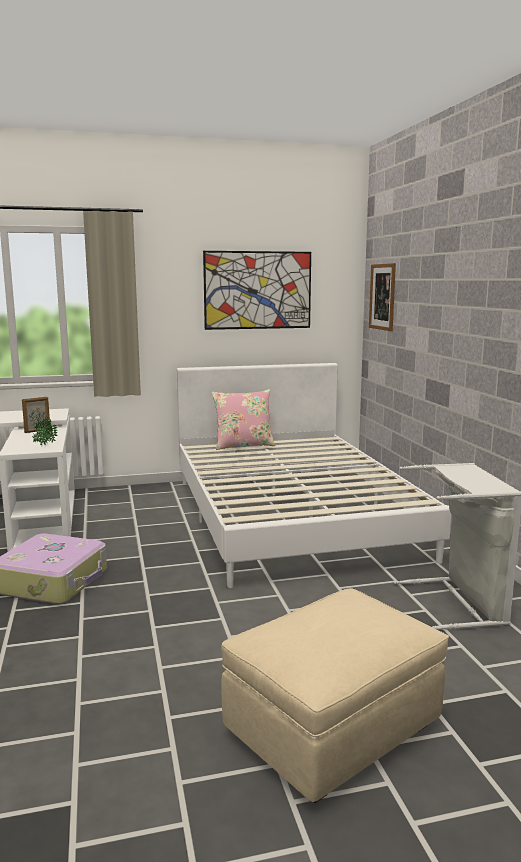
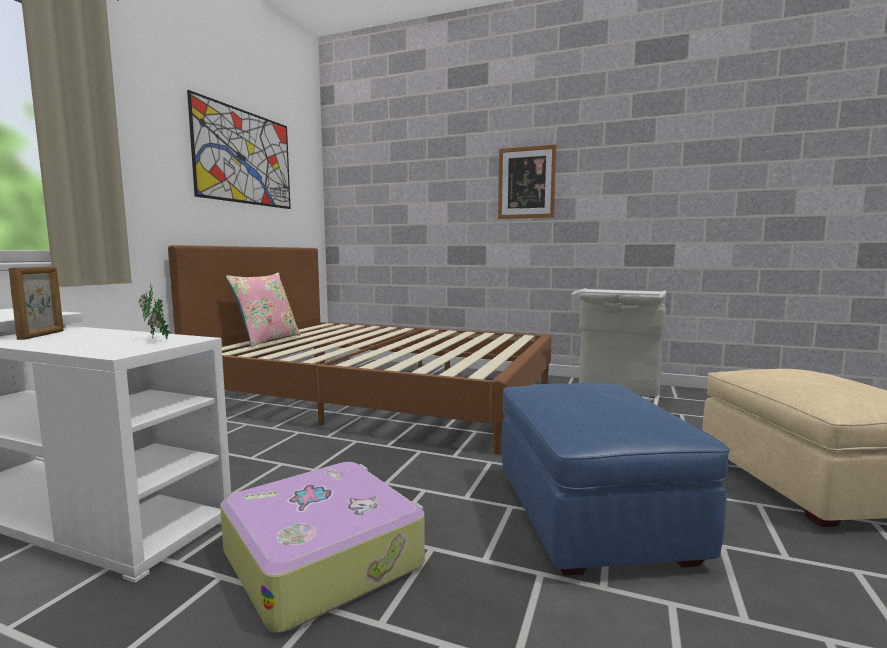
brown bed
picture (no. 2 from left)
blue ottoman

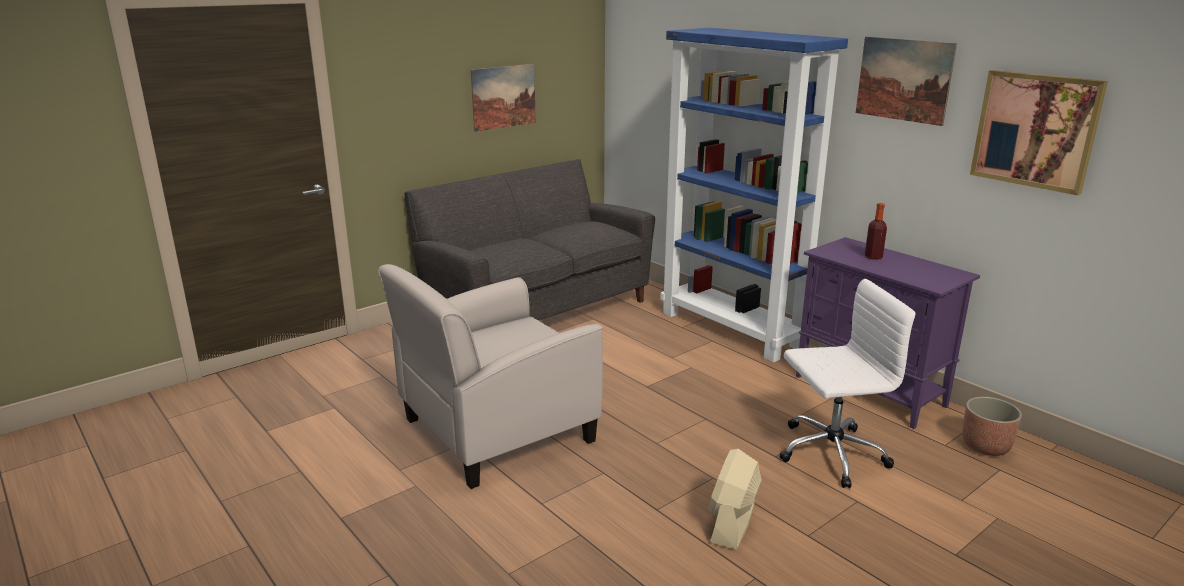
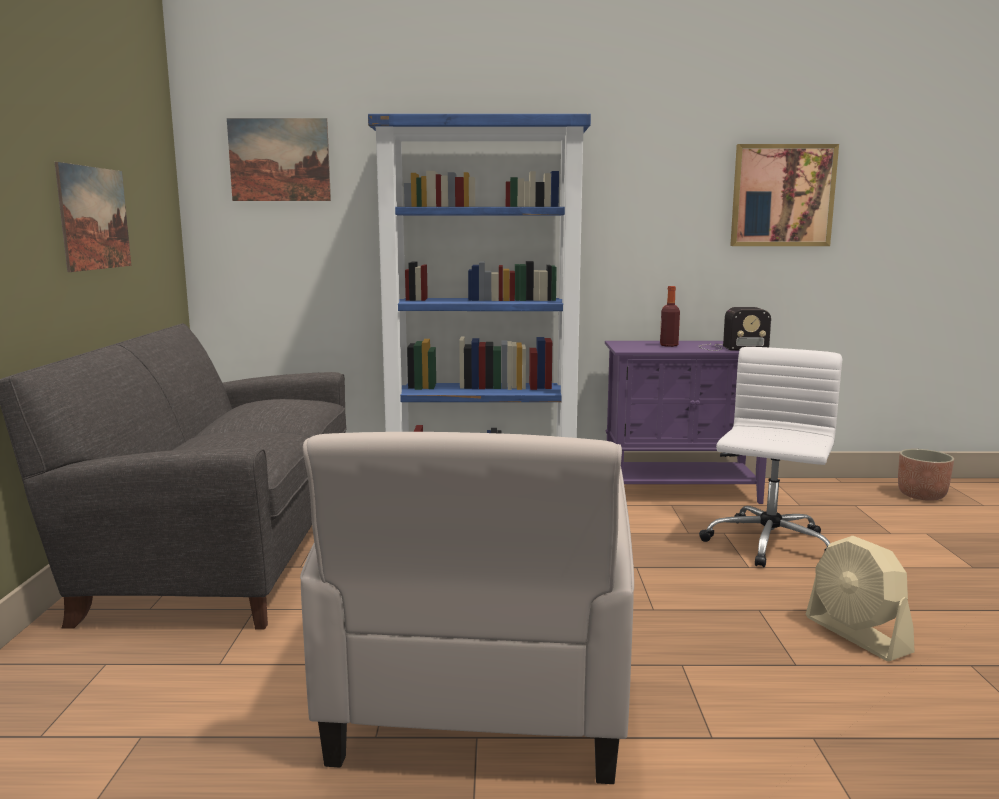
picture (no. 2 from left)
planter
radio

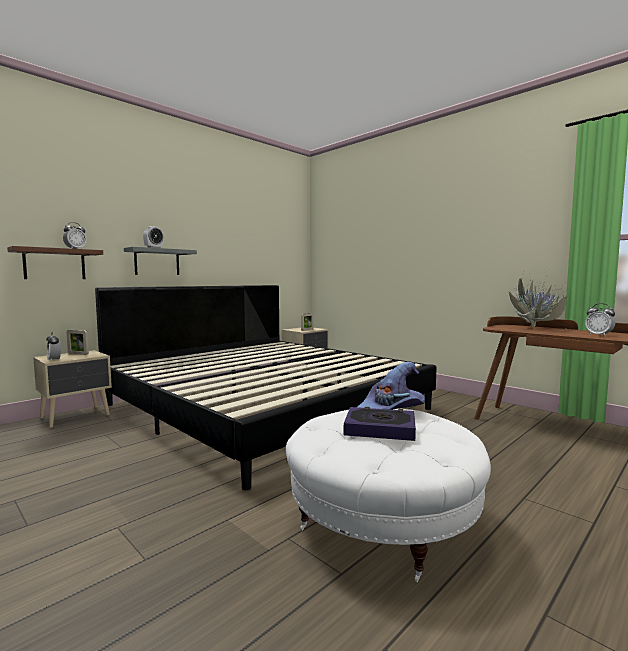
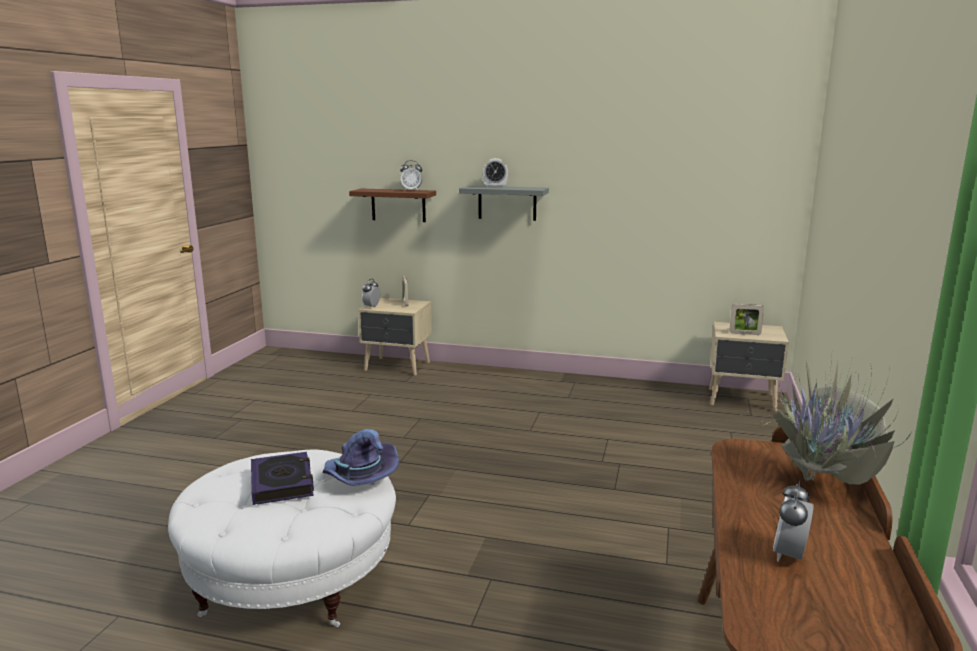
bed

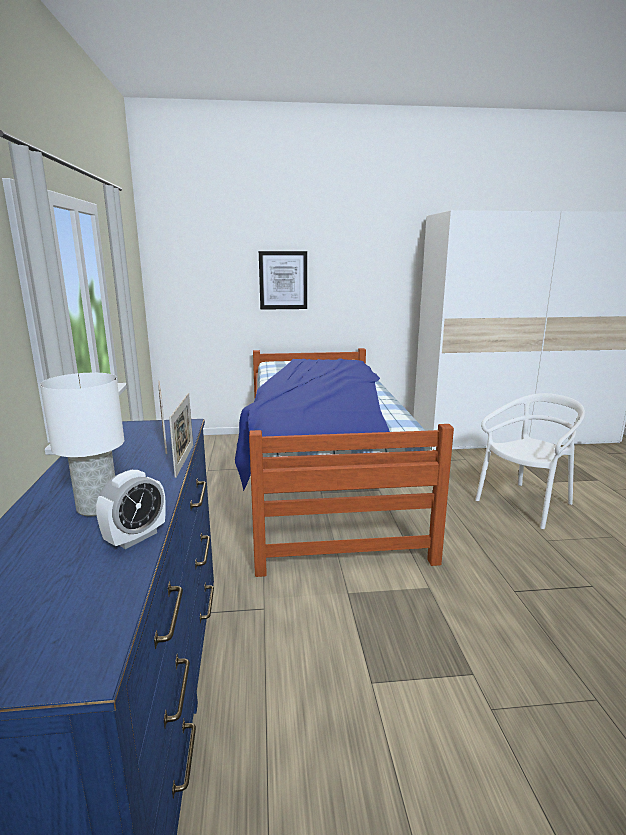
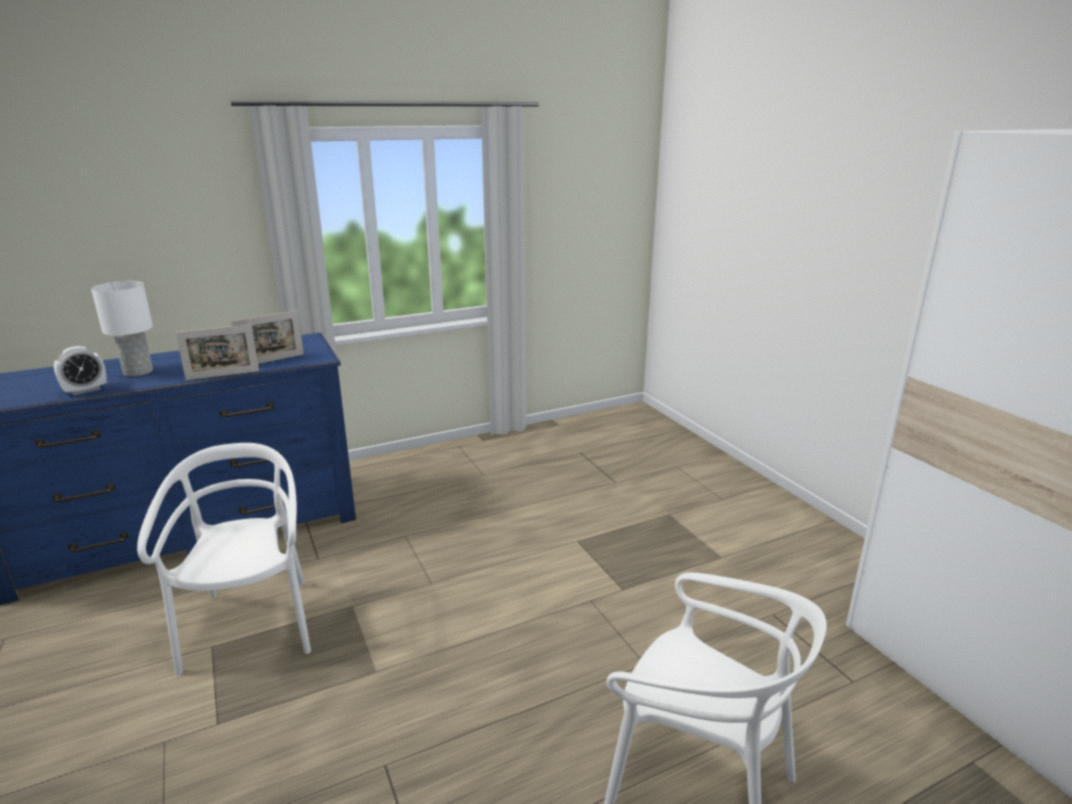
alarm clock
bed
picture
white chair (no. 1 from left)

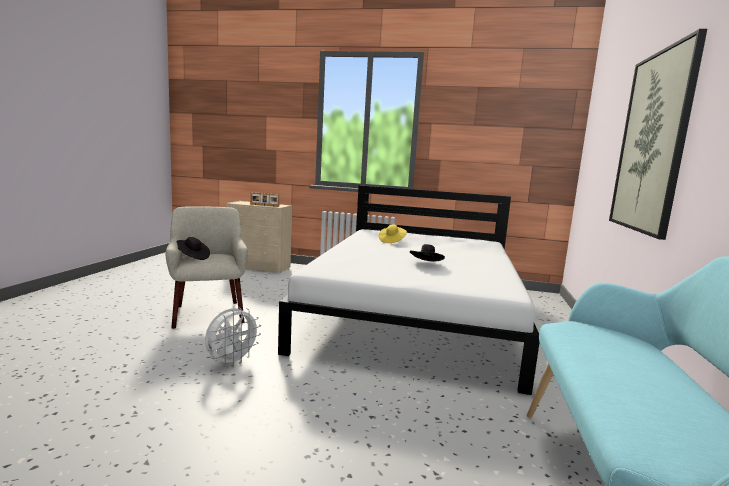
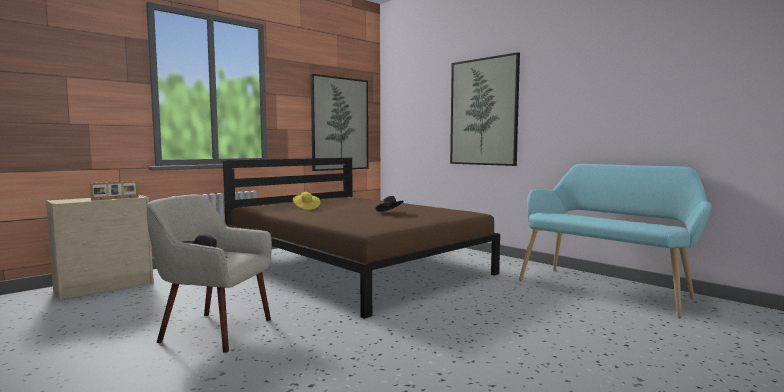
white fan
brown bed
picture (no. 1 from left)

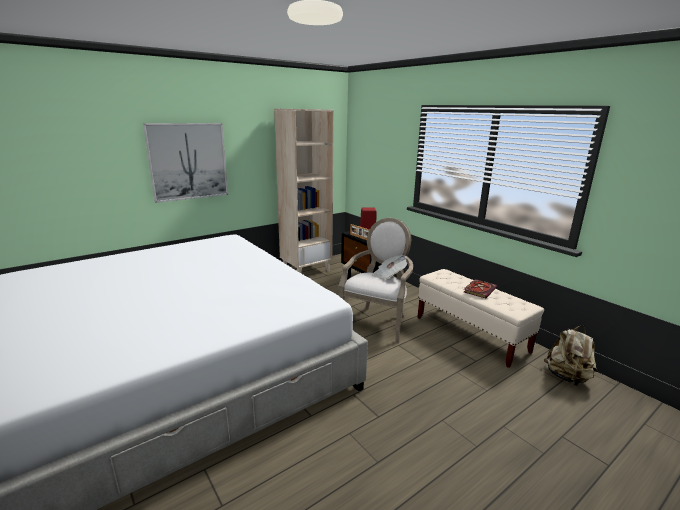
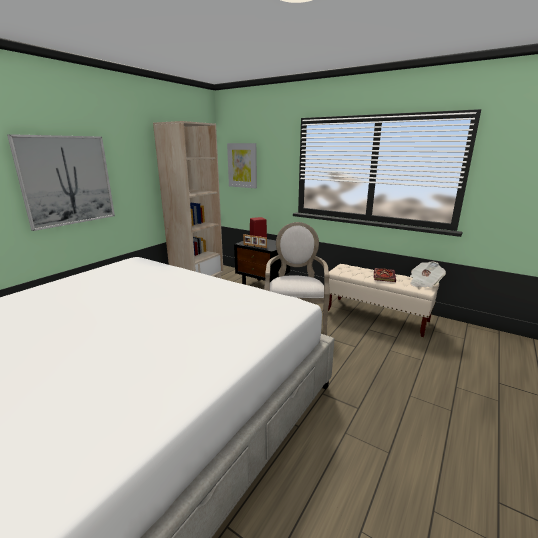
newspaper
beige backpack
picture (no. 2 from left)

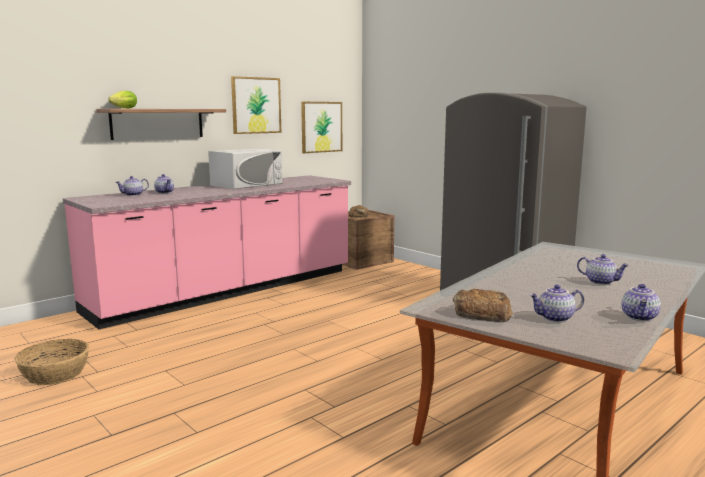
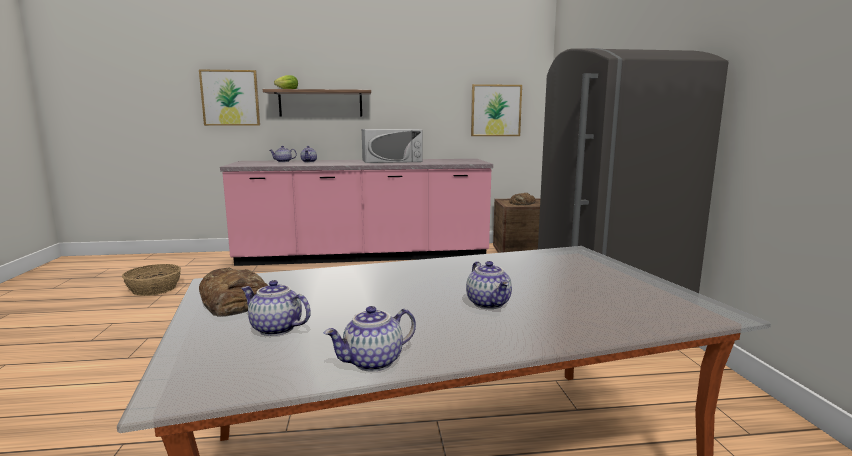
picture (no. 1 from left)

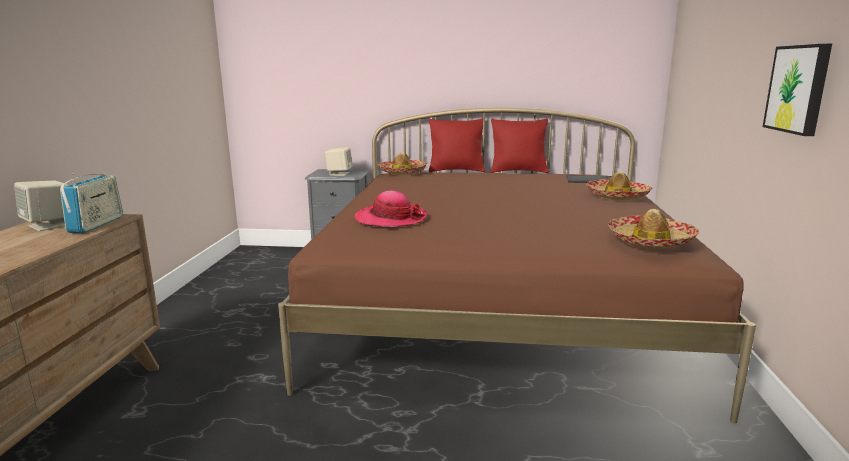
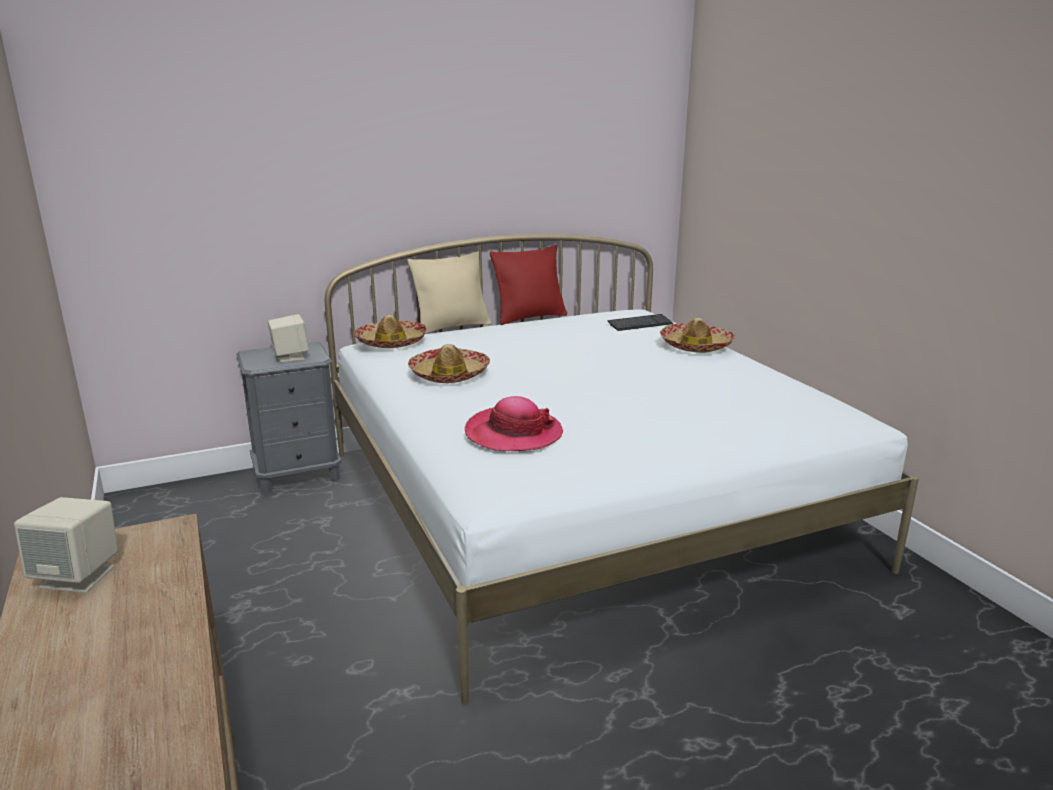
radio
white bed
beige pillow
hat (no. 2 from left)
picture

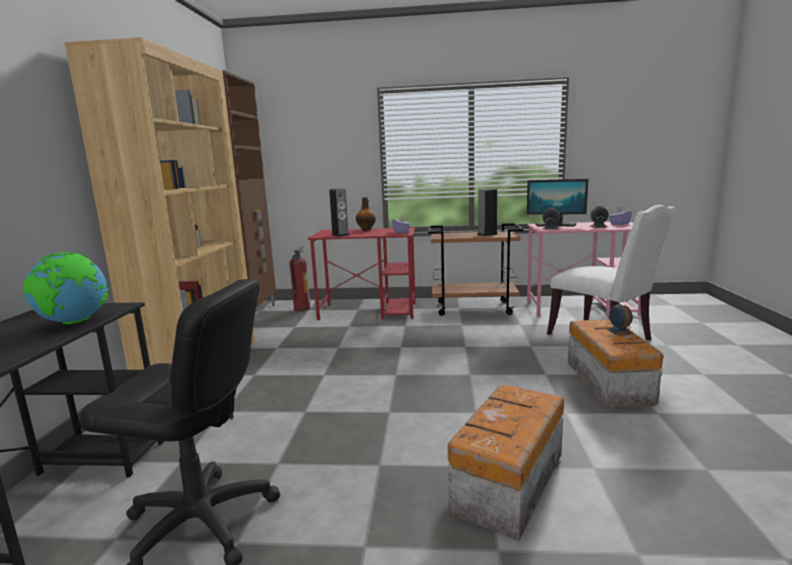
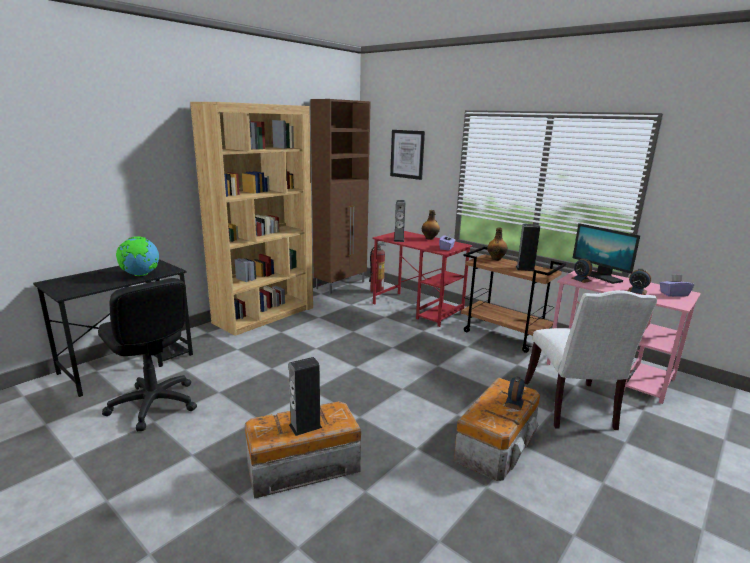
speaker (no. 1 from left)
picture
bottle (no. 2 from left)

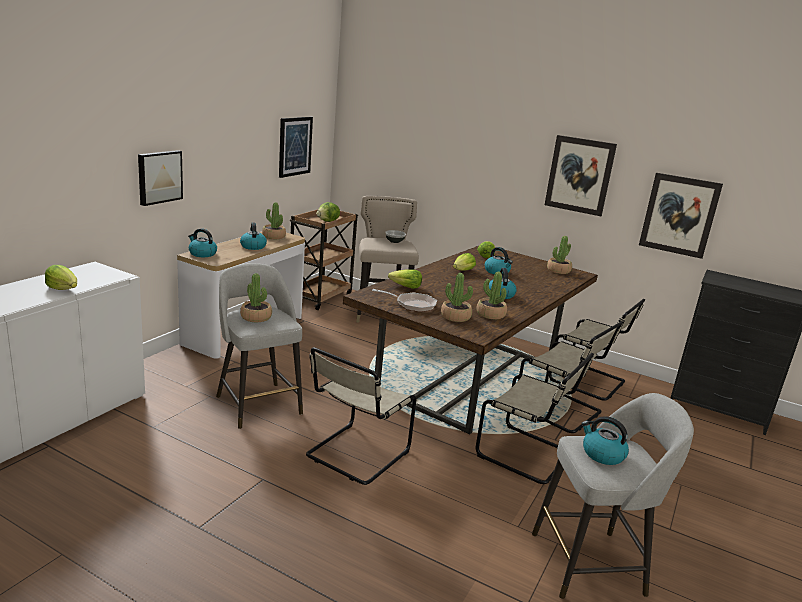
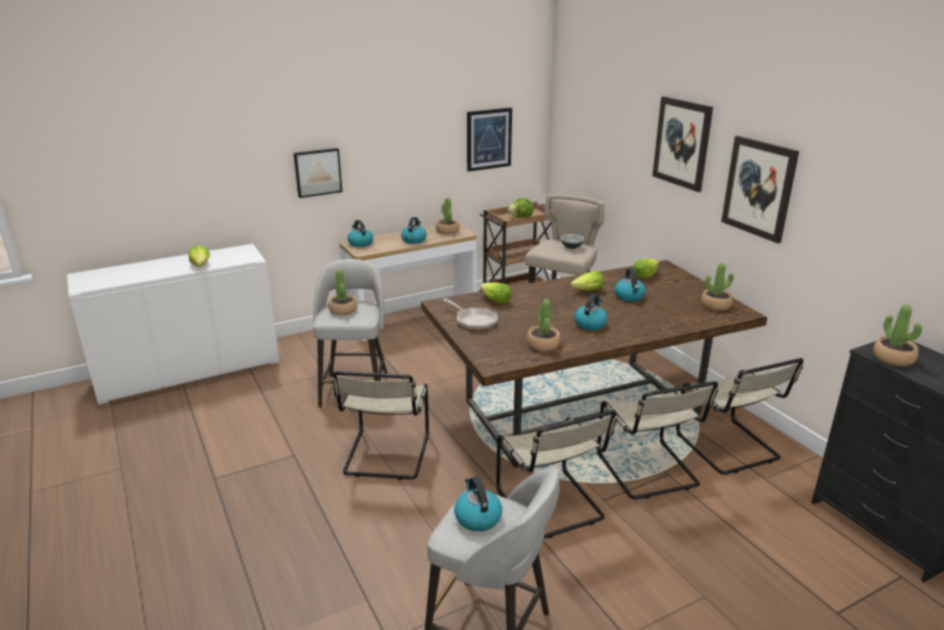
beige chair (no. 1 from left)
potted plant (no. 5 from left)
picture (no. 3 from left)

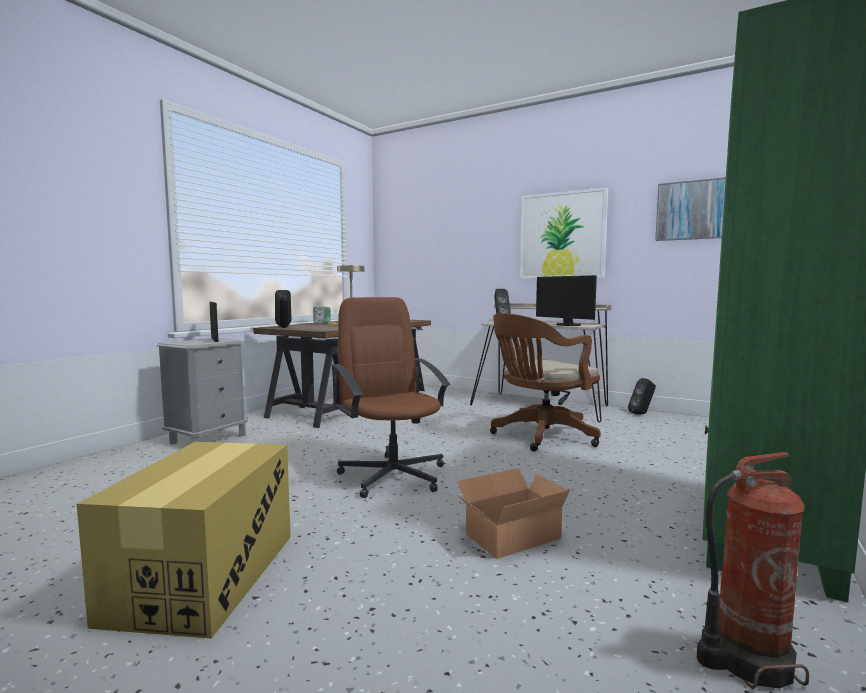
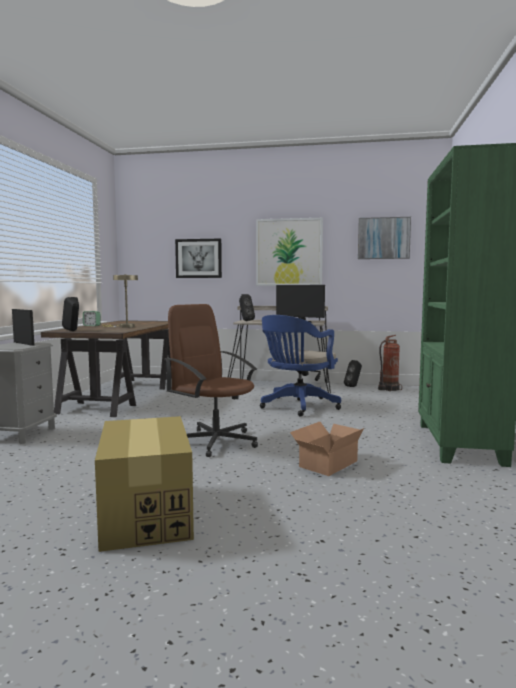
blue office chair
fire extinguisher
picture (no. 1 from left)

